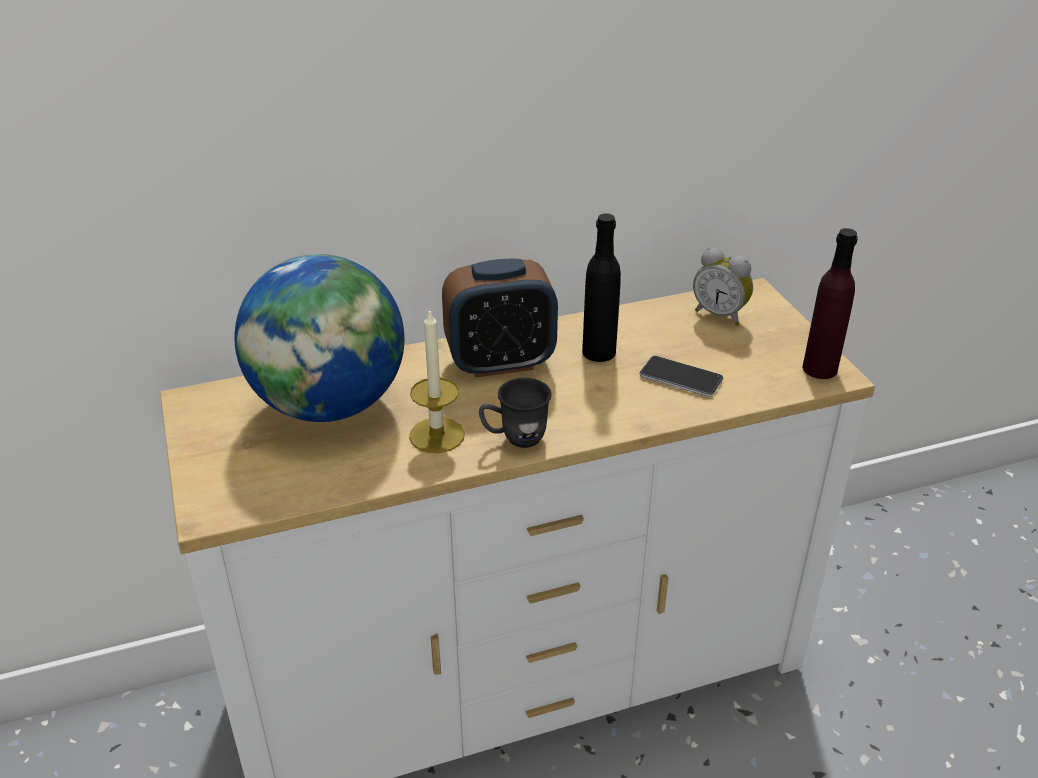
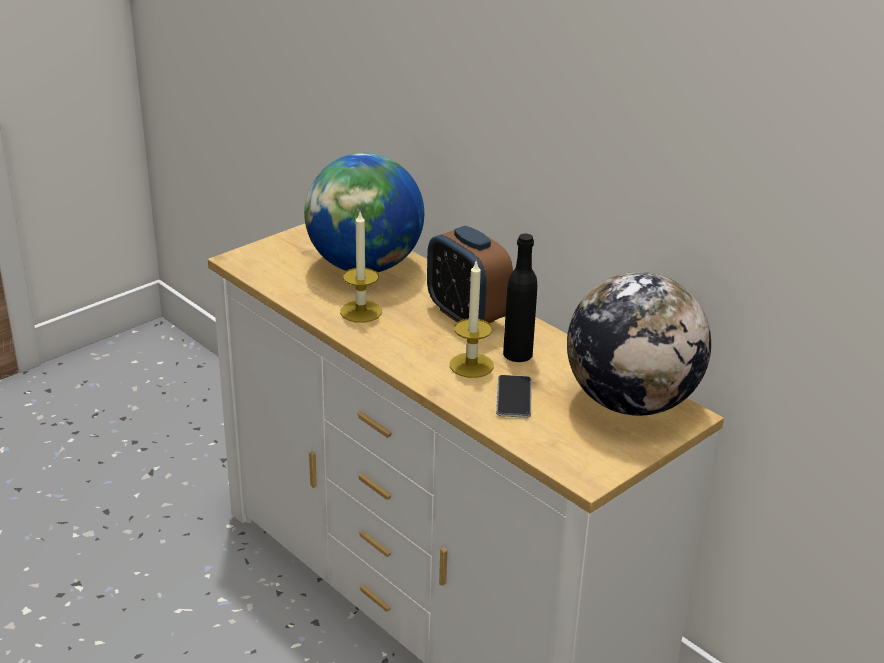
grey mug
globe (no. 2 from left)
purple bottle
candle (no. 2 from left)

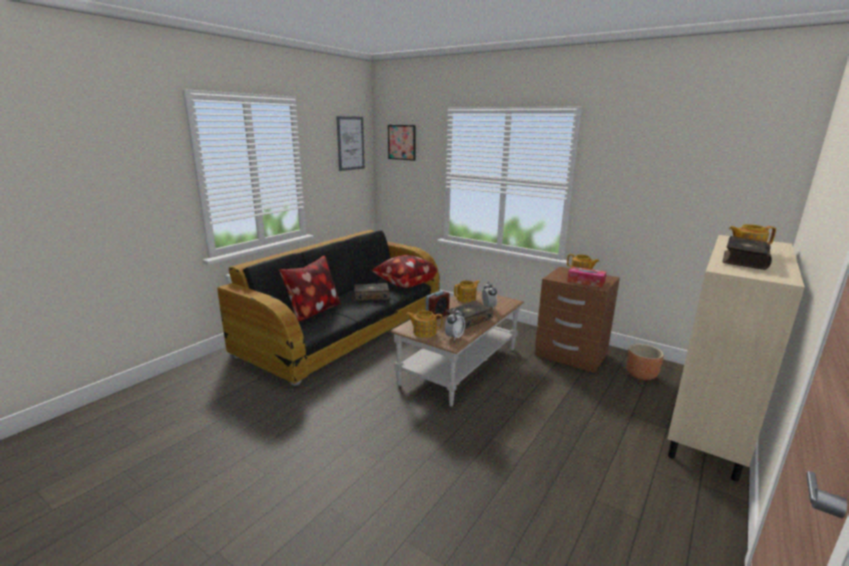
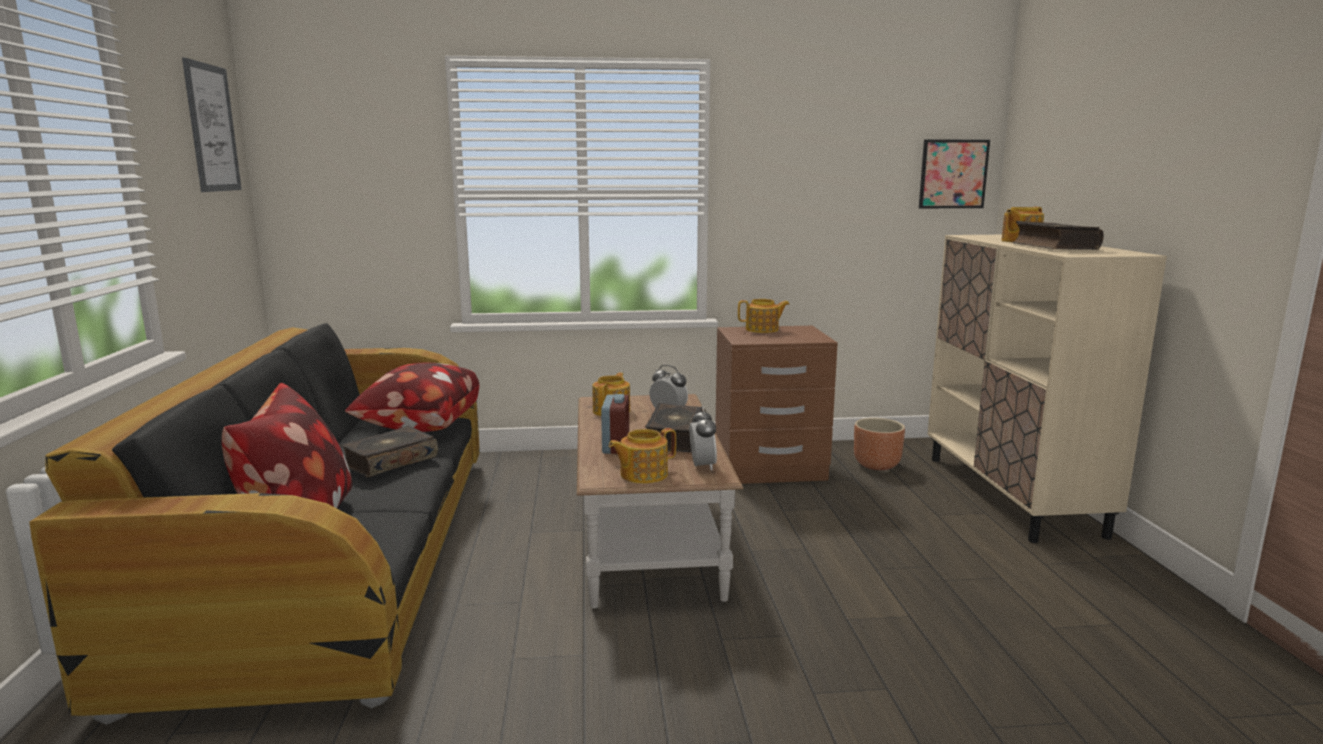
picture (no. 2 from left)
tissue box

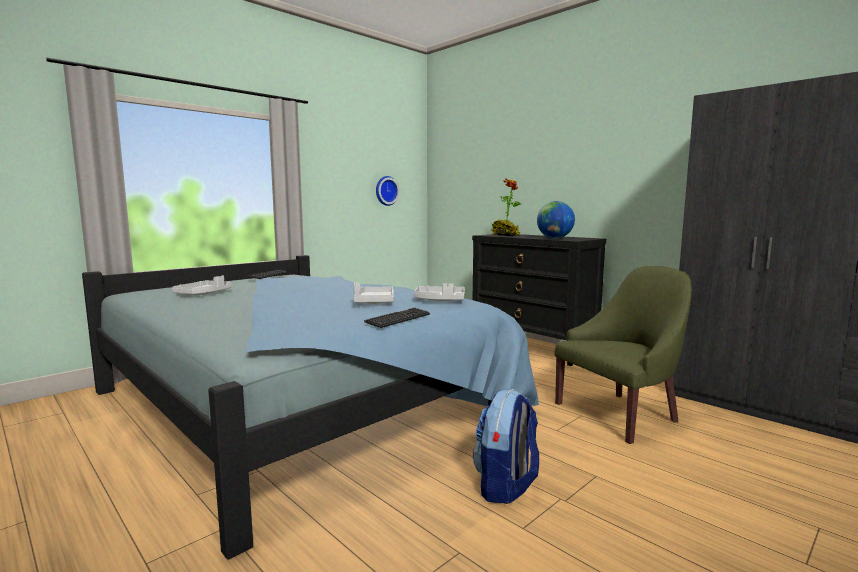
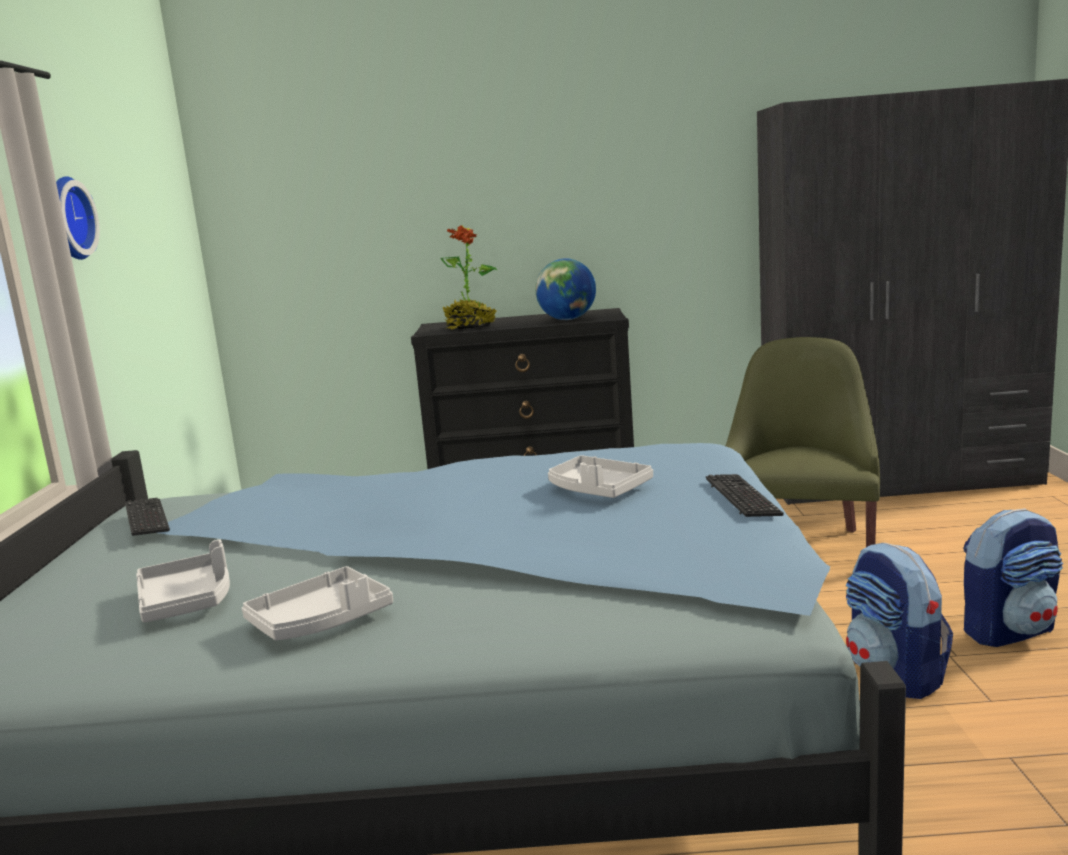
wall clock
grey tray (no. 2 from left)
backpack (no. 2 from left)

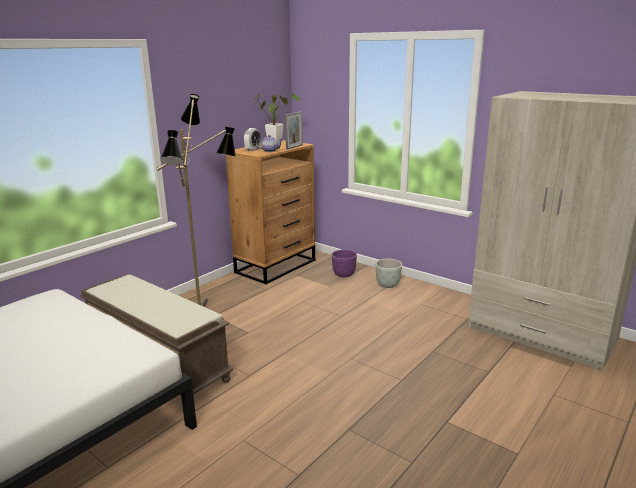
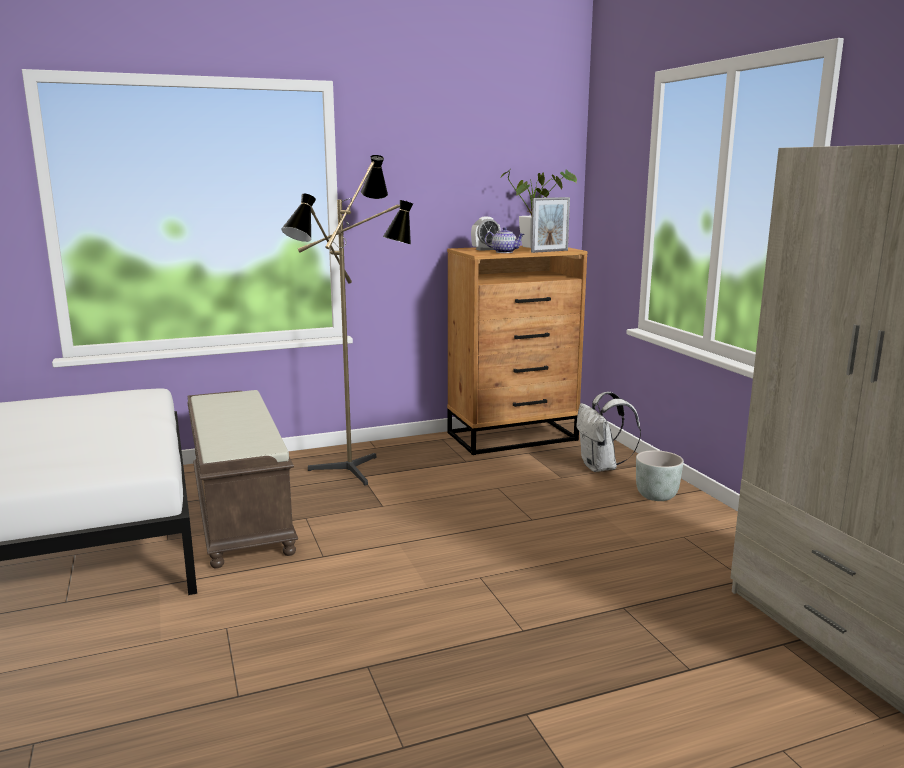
white backpack

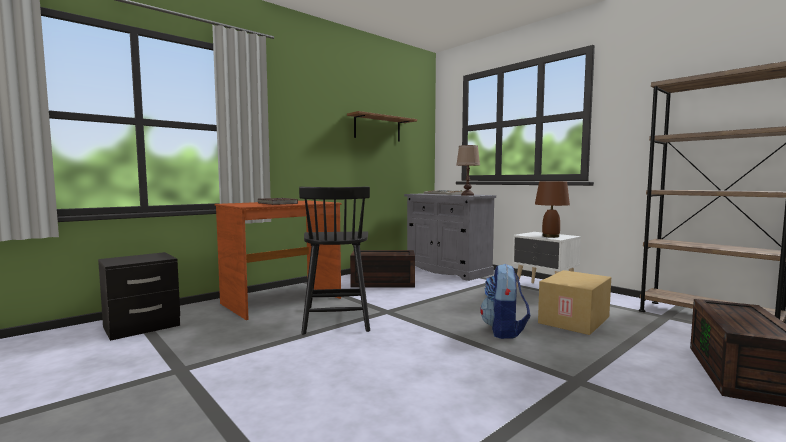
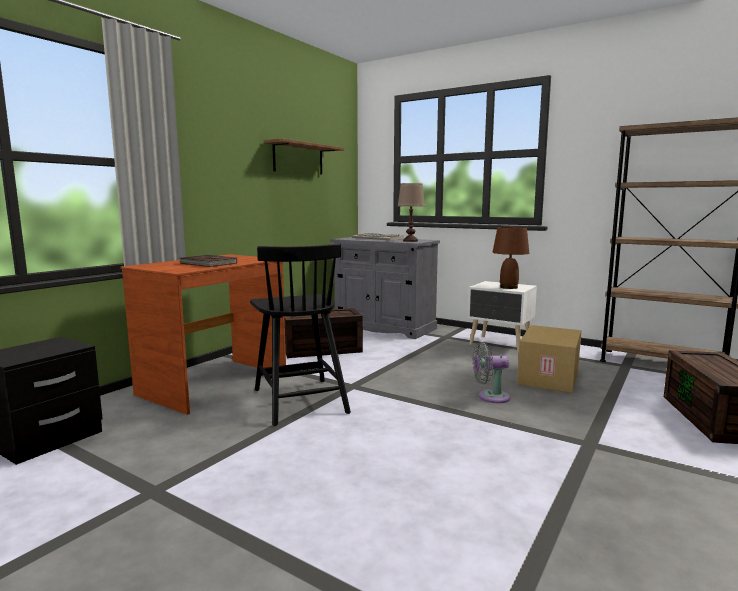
grey fan

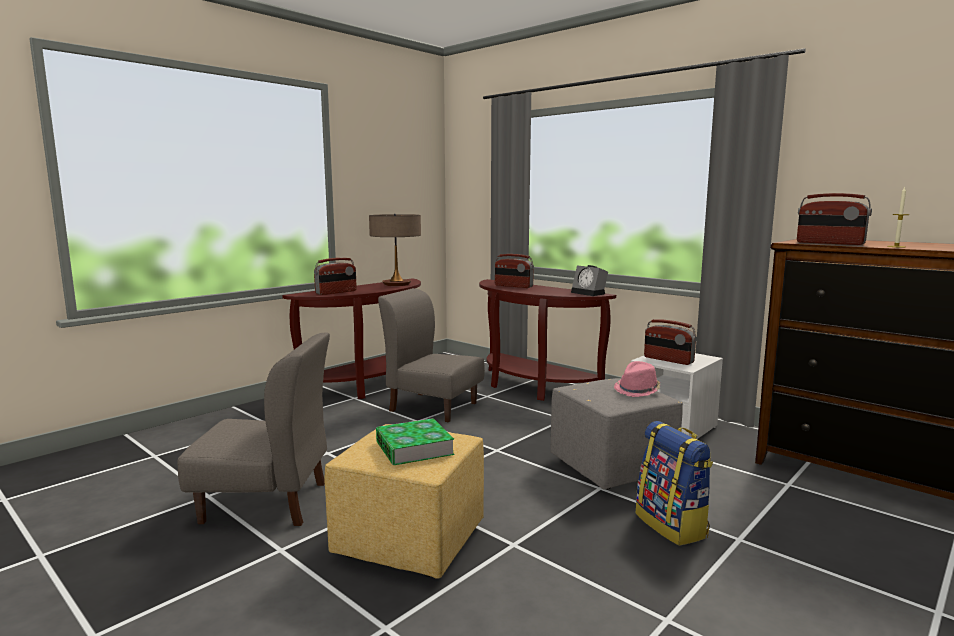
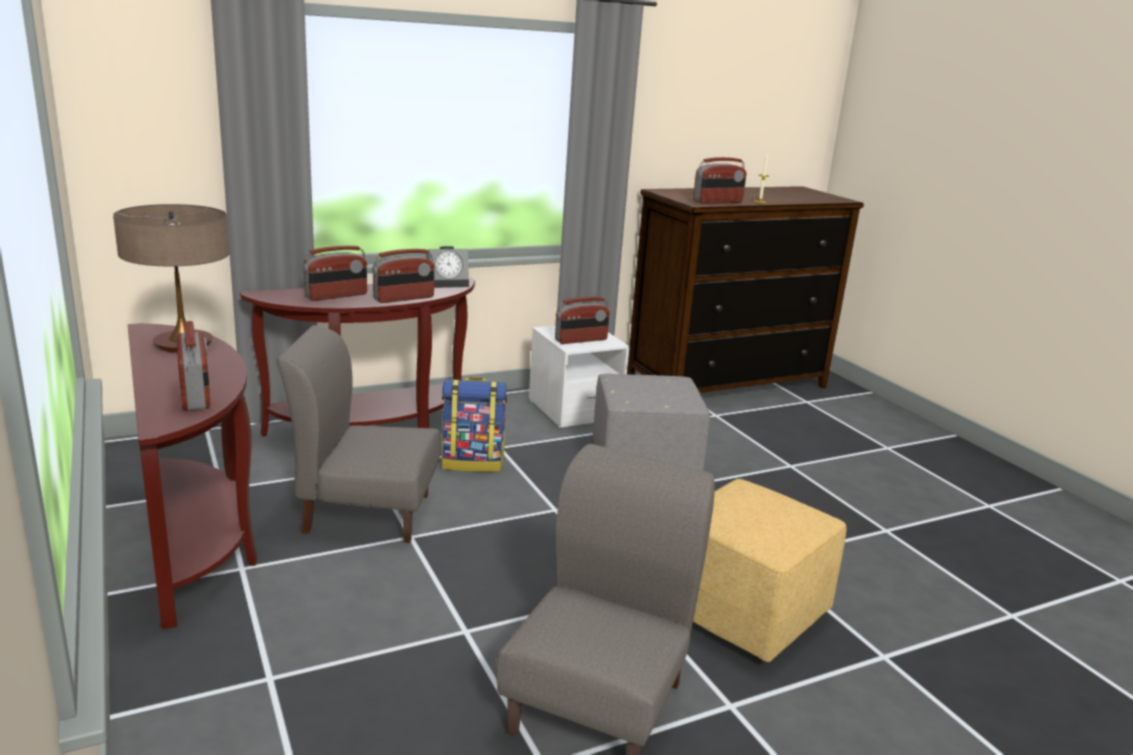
book
grey chair (no. 1 from left)
pink hat
backpack
radio (no. 3 from left)

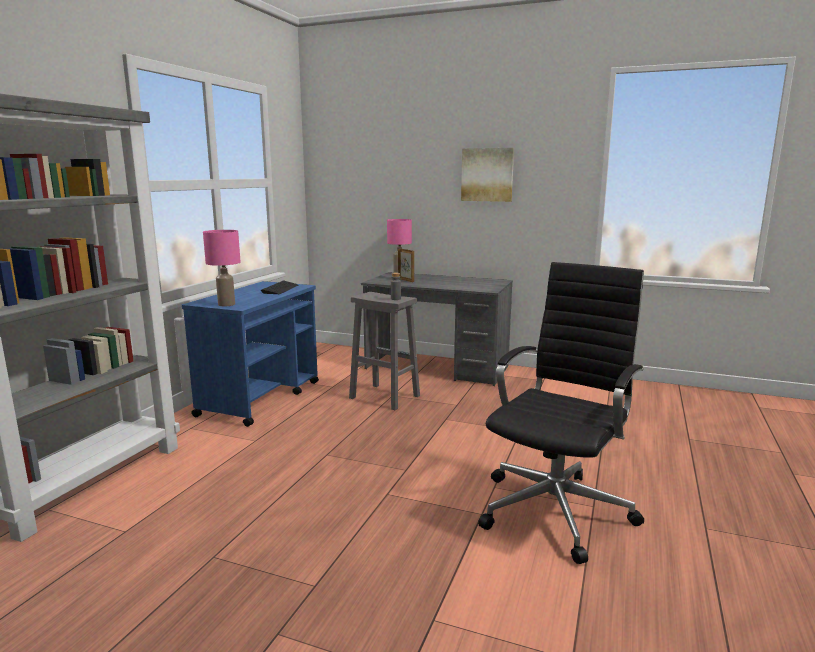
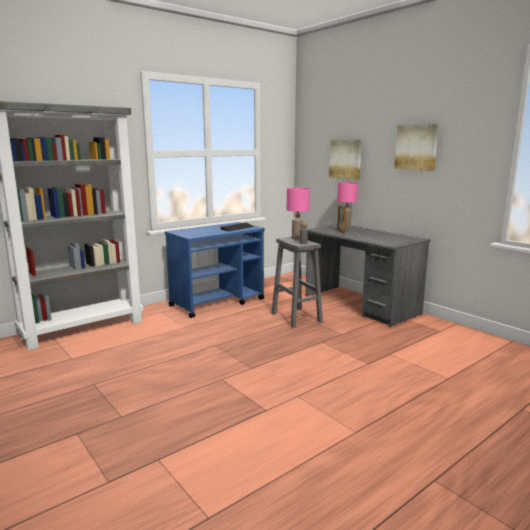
pink table lamp (no. 1 from left)
black office chair
picture (no. 1 from left)

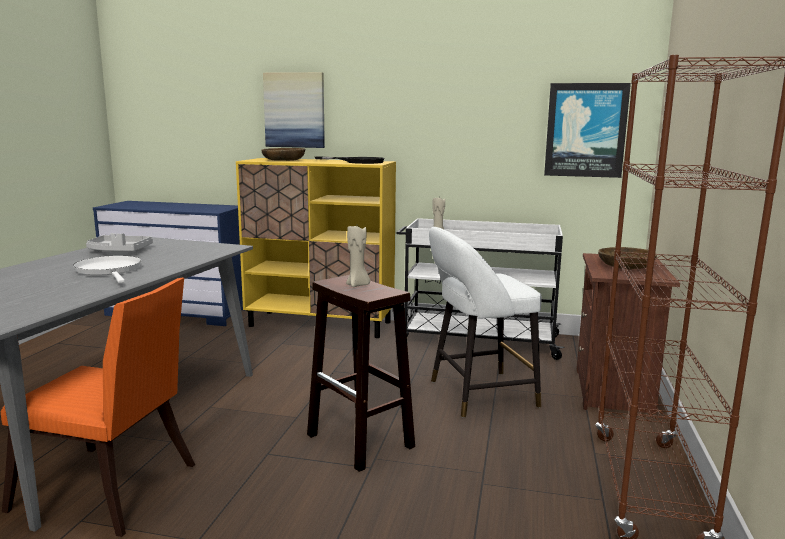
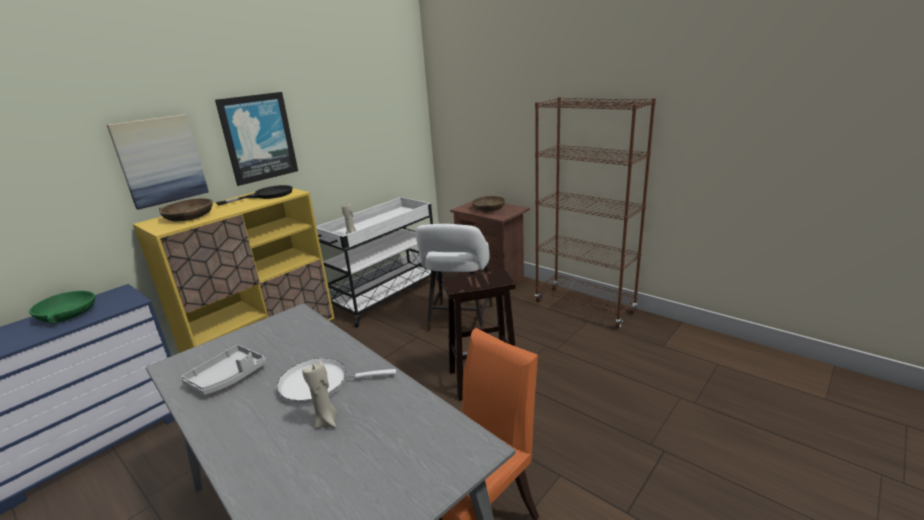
beige candle (no. 1 from left)
picture (no. 2 from left)
green bowl

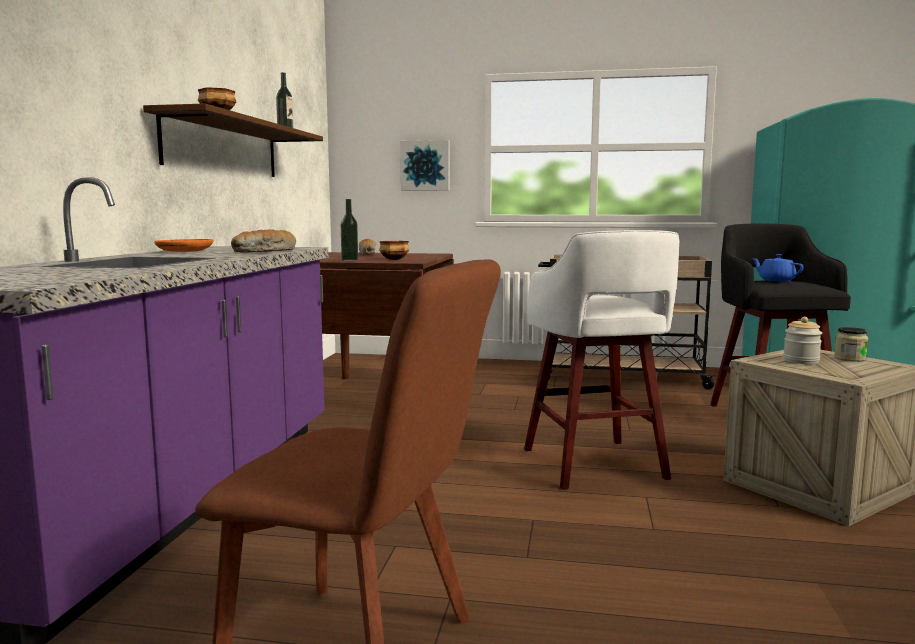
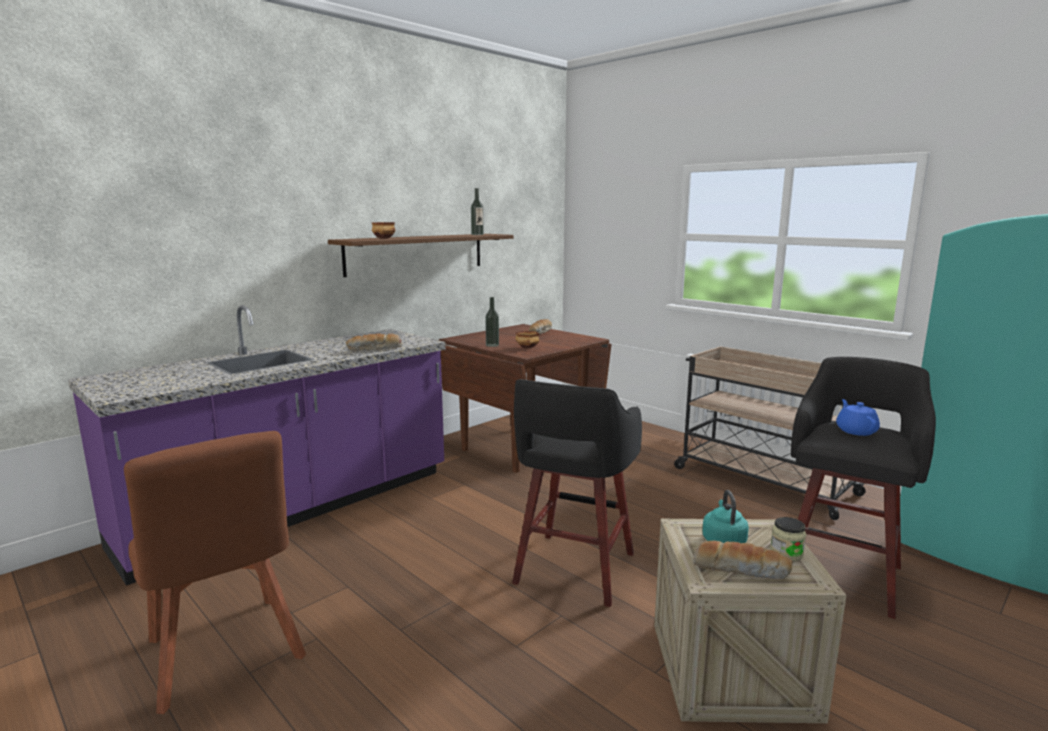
orange plate
picture
black stool (no. 1 from left)
turquoise kettle
bread (no. 3 from left)

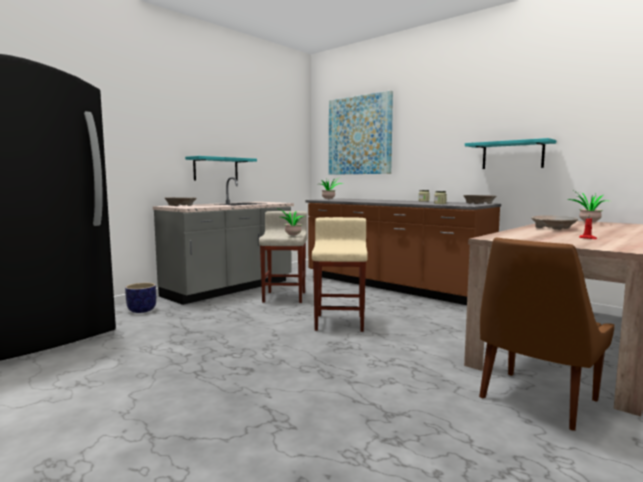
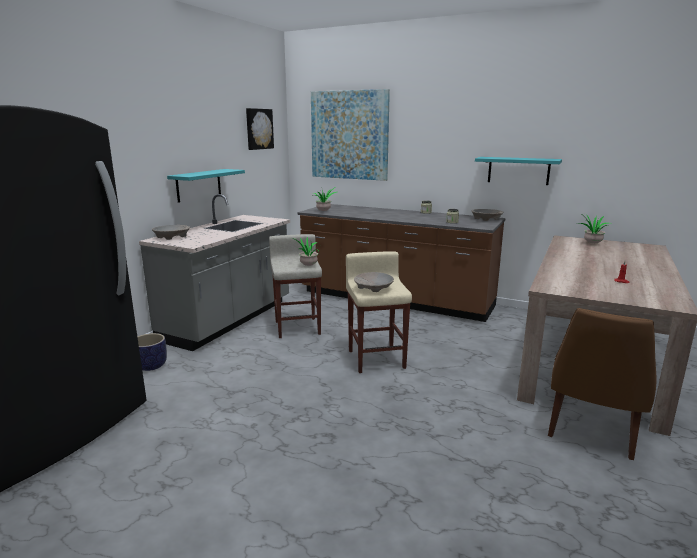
beige bowl (no. 2 from left)
picture (no. 1 from left)

